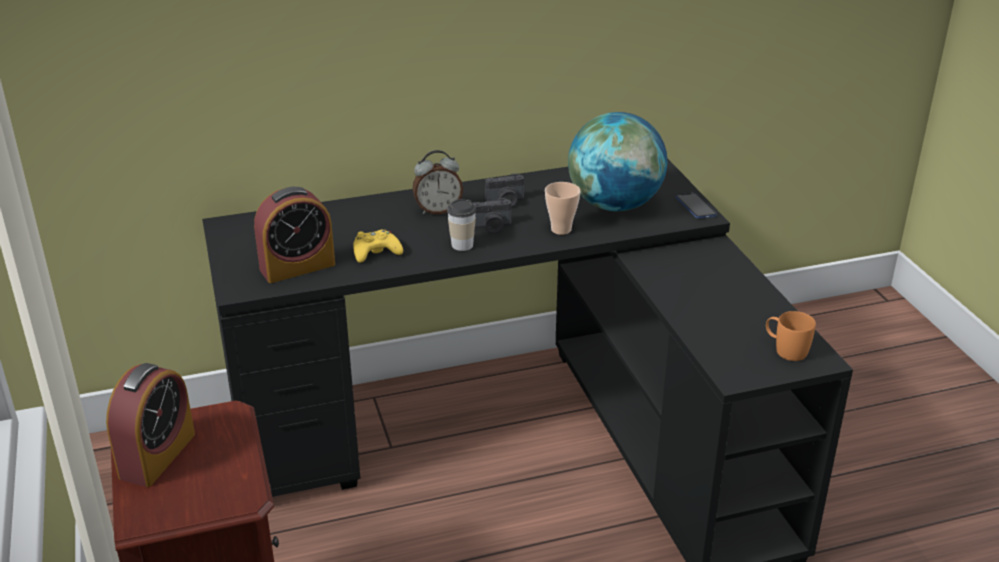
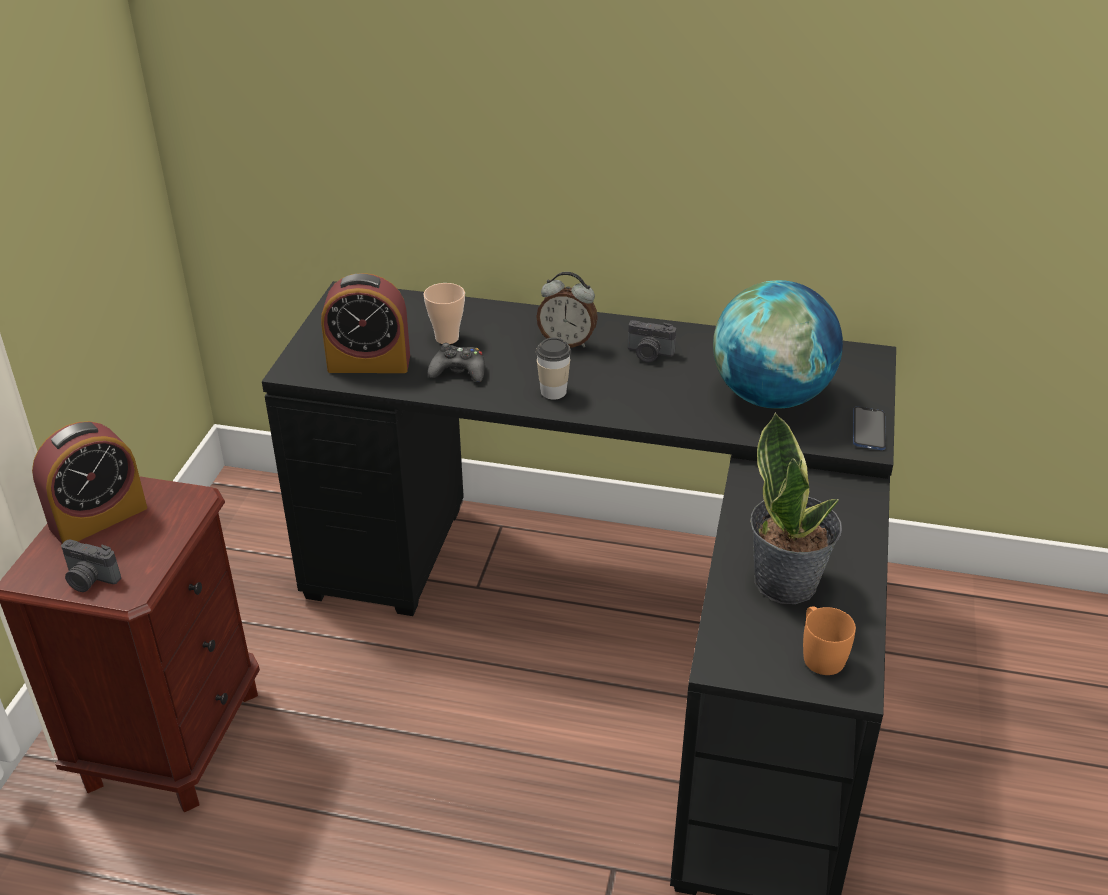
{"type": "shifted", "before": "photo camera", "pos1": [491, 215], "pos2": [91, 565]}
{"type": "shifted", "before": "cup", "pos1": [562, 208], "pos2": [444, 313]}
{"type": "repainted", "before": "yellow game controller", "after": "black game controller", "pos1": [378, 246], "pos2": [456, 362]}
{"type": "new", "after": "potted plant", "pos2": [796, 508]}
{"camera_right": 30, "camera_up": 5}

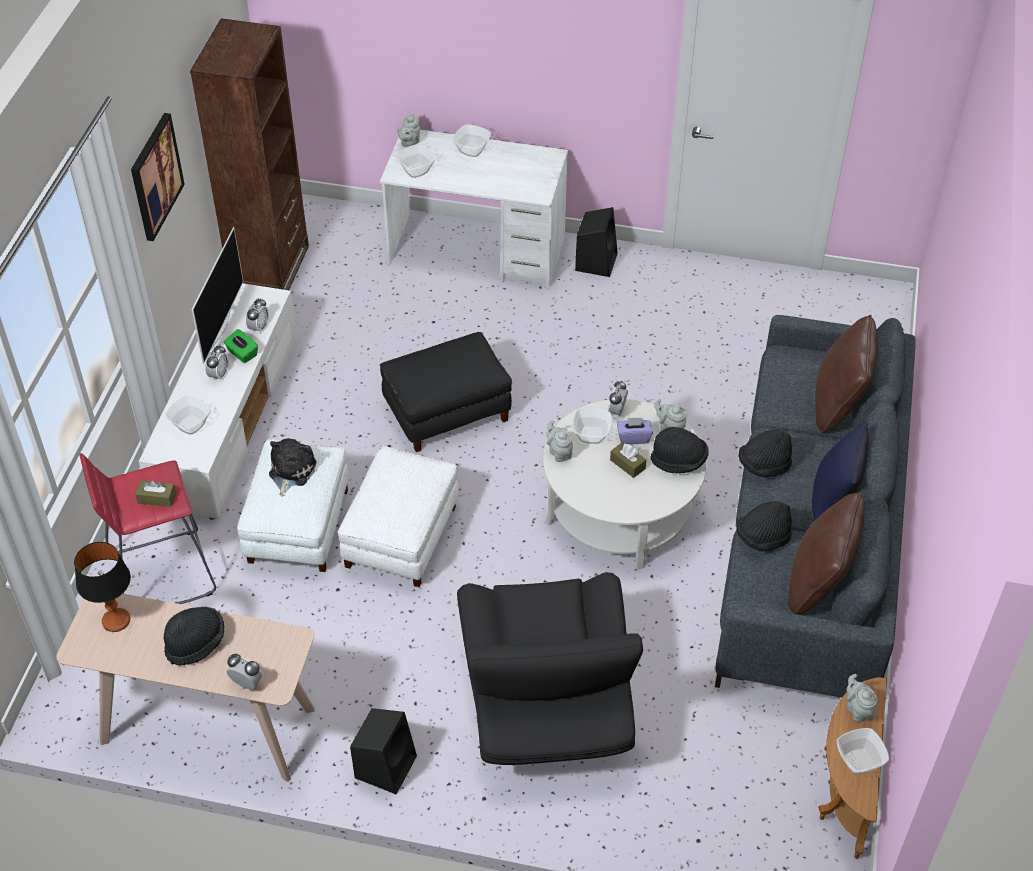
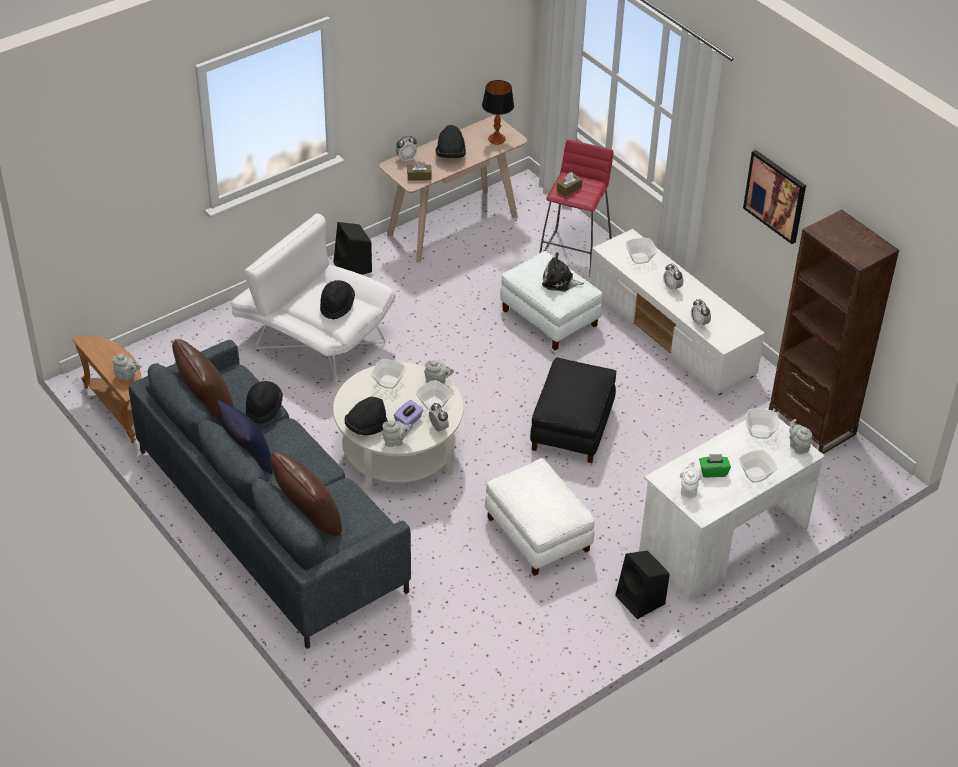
{"type": "repainted", "before": "black armchair", "after": "white armchair", "pos1": [550, 668], "pos2": [313, 299]}
{"type": "shifted", "before": "black hat", "pos1": [765, 453], "pos2": [337, 300]}
{"type": "shifted", "before": "bowl", "pos1": [863, 751], "pos2": [388, 374]}
{"type": "shifted", "before": "brown tissue box", "pos1": [628, 460], "pos2": [419, 171]}
{"type": "shifted", "before": "white ottoman", "pos1": [398, 516], "pos2": [540, 517]}
{"type": "rotated", "before": "plush toy", "pos1": [293, 467], "pos2": [563, 272], "turn": 135}
{"type": "new", "after": "white teapot", "pos2": [690, 479]}
{"type": "shifted", "before": "green tissue box", "pos1": [241, 346], "pos2": [715, 466]}
{"type": "gone", "before": "television", "pos1": [218, 295]}
{"camera_right": 130, "camera_up": -5}

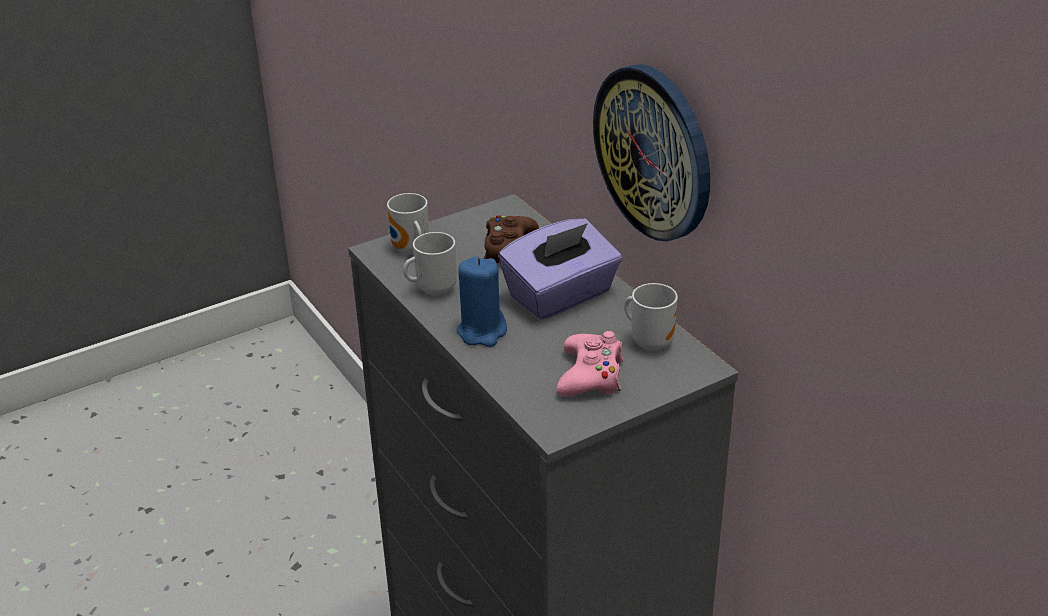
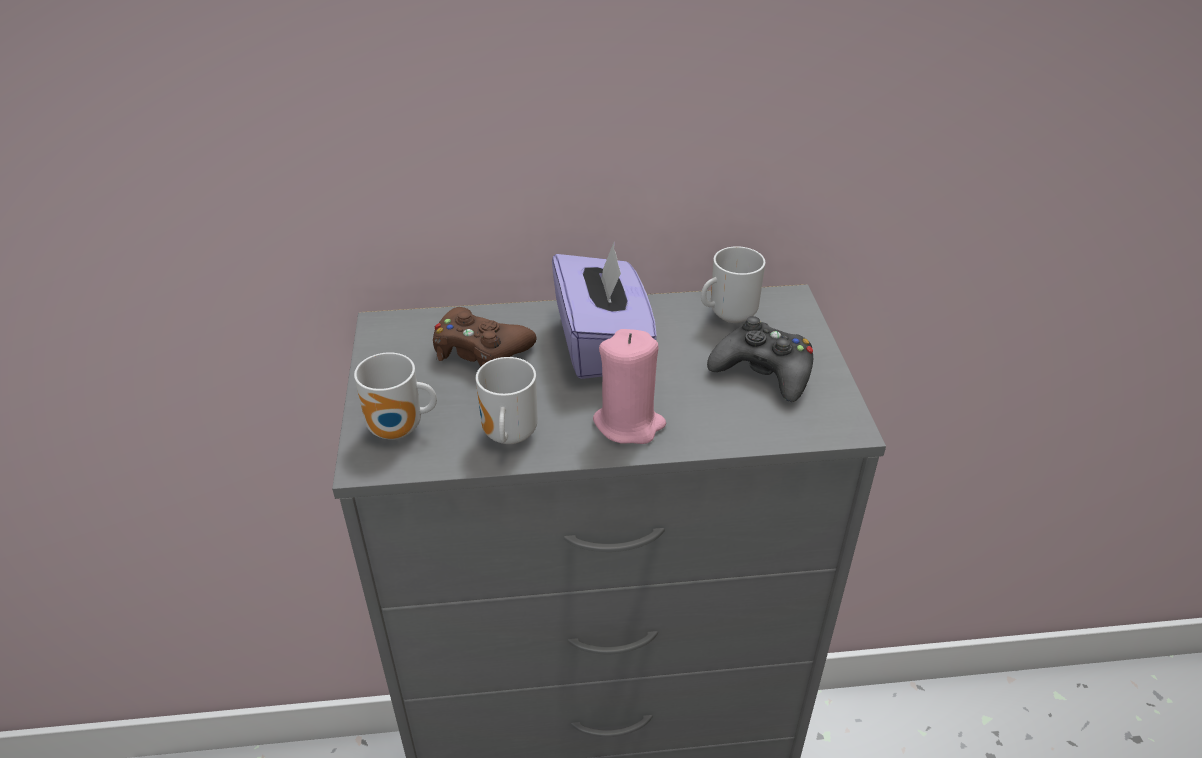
{"type": "repainted", "before": "blue candle", "after": "pink candle", "pos1": [482, 302], "pos2": [629, 386]}
{"type": "repainted", "before": "pink game controller", "after": "black game controller", "pos1": [590, 363], "pos2": [760, 359]}
{"type": "gone", "before": "wall clock", "pos1": [651, 152]}
{"camera_right": -65, "camera_up": 5}

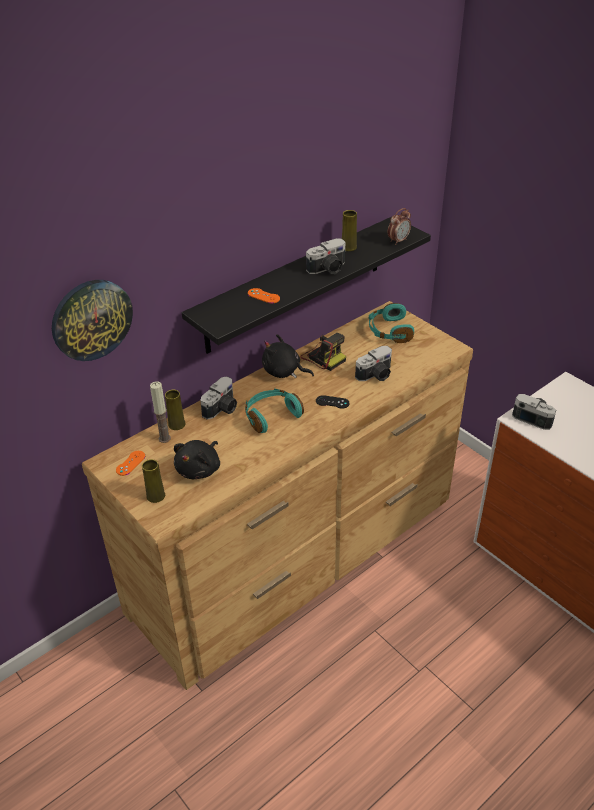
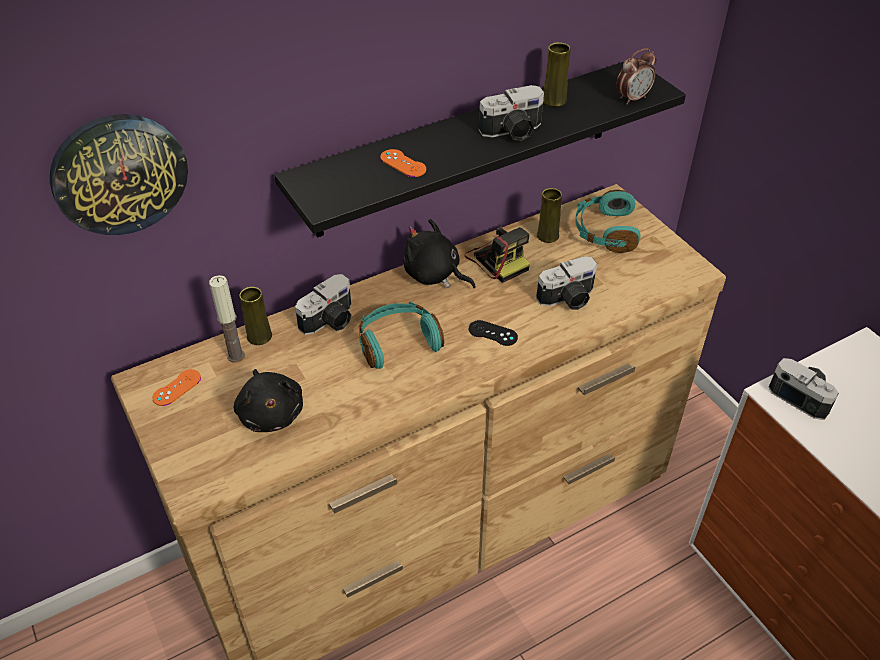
{"type": "rotated", "before": "black plush toy", "pos1": [197, 459], "pos2": [268, 400], "turn": -60}
{"type": "shifted", "before": "yellow vase", "pos1": [153, 481], "pos2": [549, 215]}
{"camera_right": 10, "camera_up": 5}

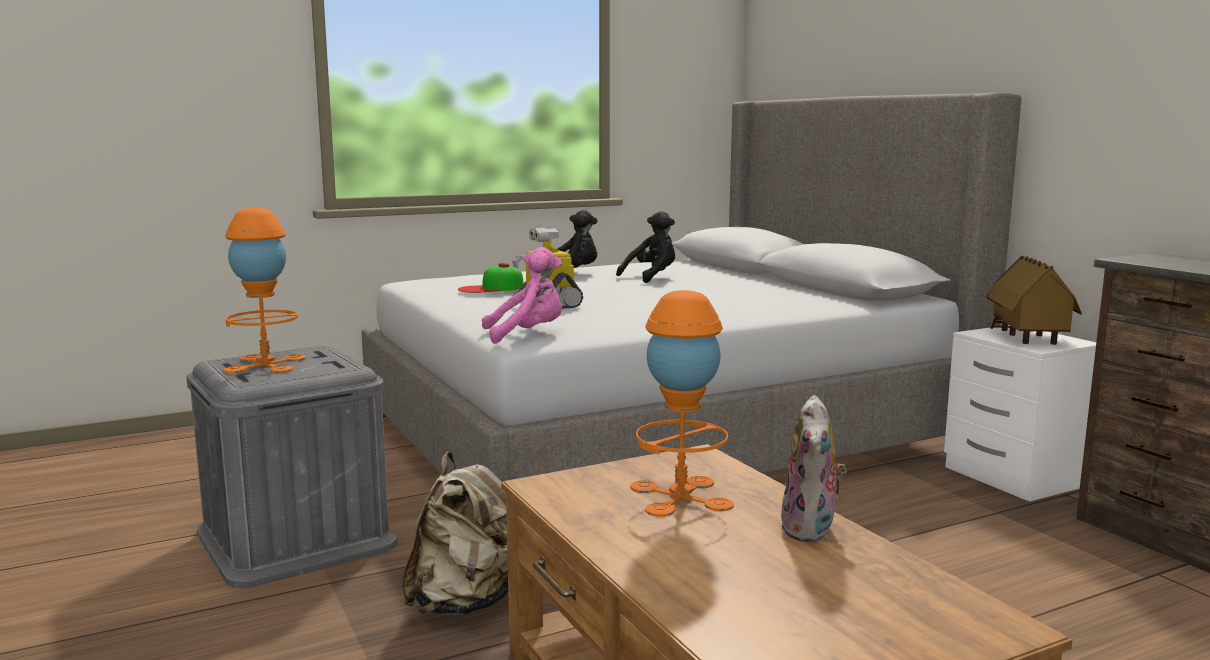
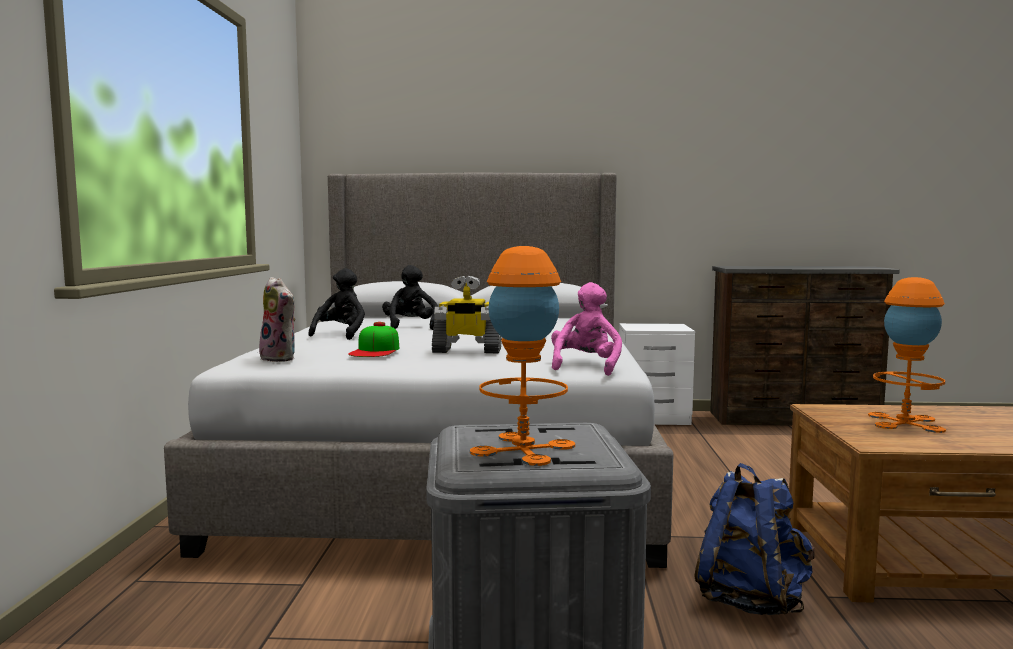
{"type": "shifted", "before": "plush toy", "pos1": [813, 469], "pos2": [277, 319]}
{"type": "repainted", "before": "beige backpack", "after": "blue backpack", "pos1": [454, 534], "pos2": [754, 539]}
{"type": "gone", "before": "toy house", "pos1": [1034, 300]}
{"camera_right": -60, "camera_up": -5}

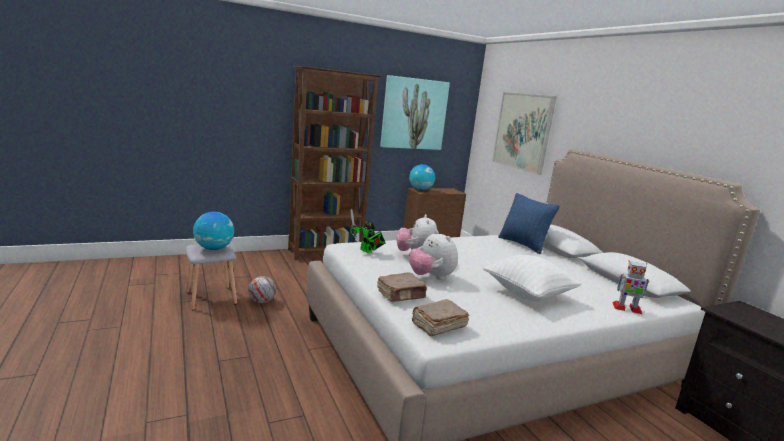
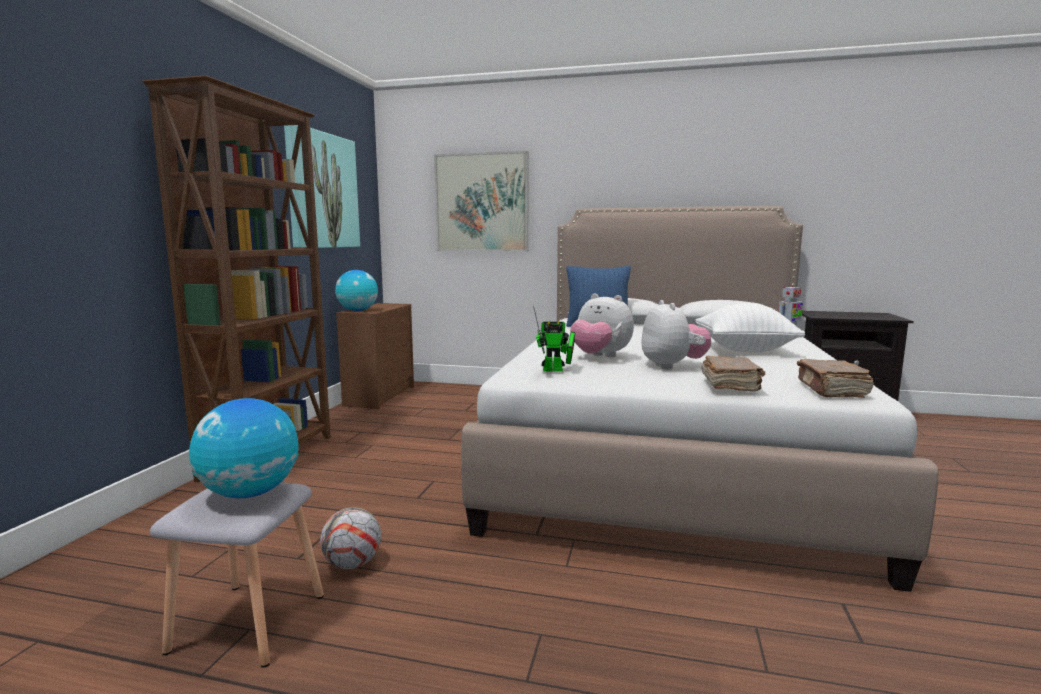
{"type": "rotated", "before": "plush toy", "pos1": [433, 255], "pos2": [676, 335], "turn": -105}
{"camera_right": -50, "camera_up": -5}

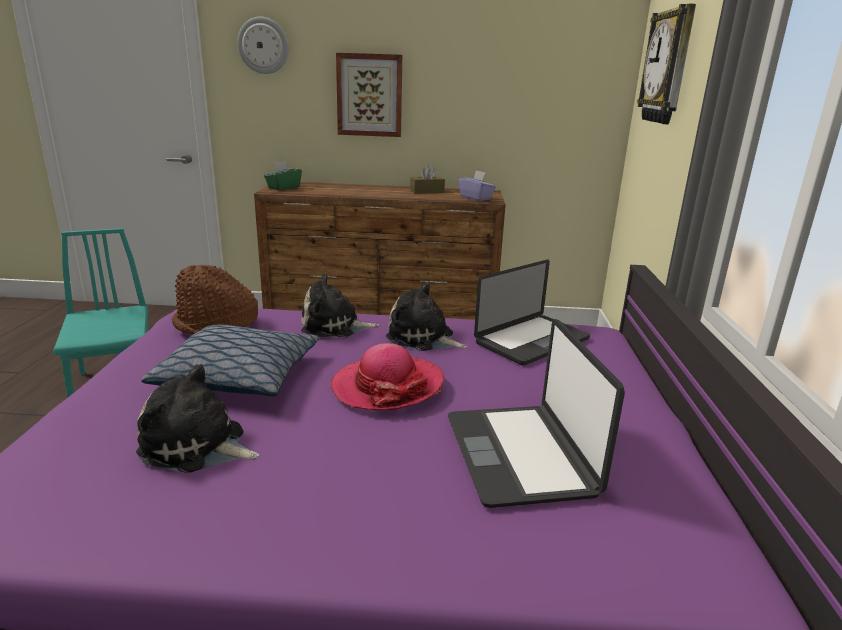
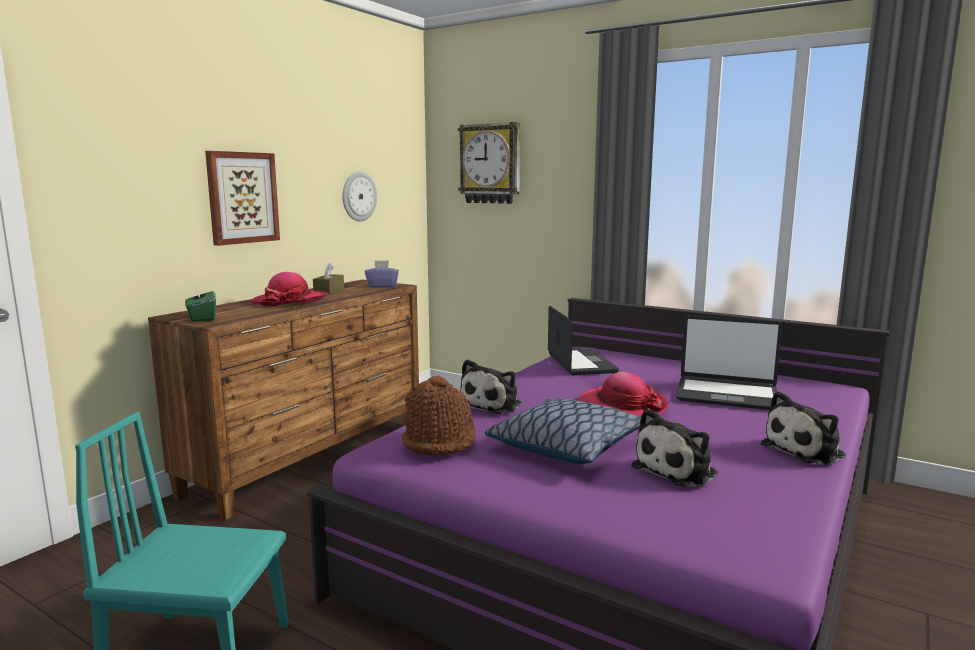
{"type": "new", "after": "hat", "pos2": [289, 289]}
{"type": "shifted", "before": "wall clock", "pos1": [263, 45], "pos2": [360, 196]}
{"type": "shifted", "before": "plush toy", "pos1": [426, 316], "pos2": [803, 428]}
{"camera_right": -60, "camera_up": -10}

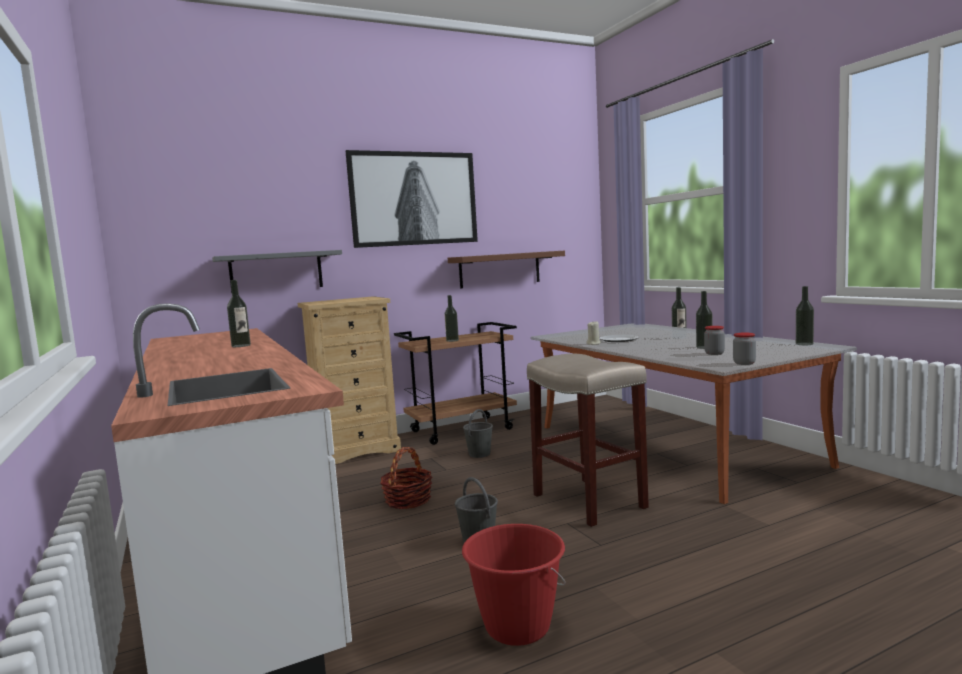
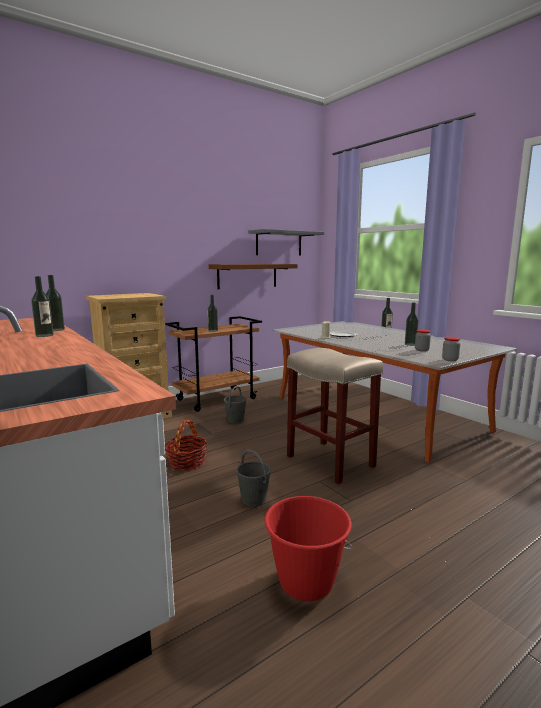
{"type": "shifted", "before": "bottle", "pos1": [805, 315], "pos2": [55, 303]}
{"type": "shifted", "before": "grey shelf", "pos1": [277, 271], "pos2": [286, 242]}
{"type": "gone", "before": "picture", "pos1": [412, 199]}
{"camera_right": -10, "camera_up": 5}

